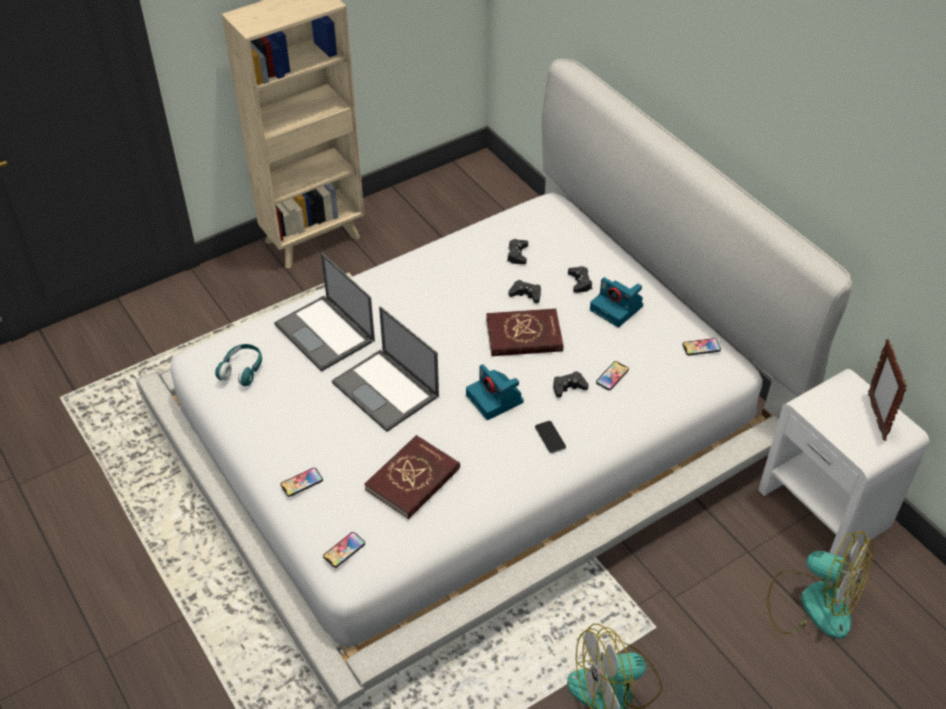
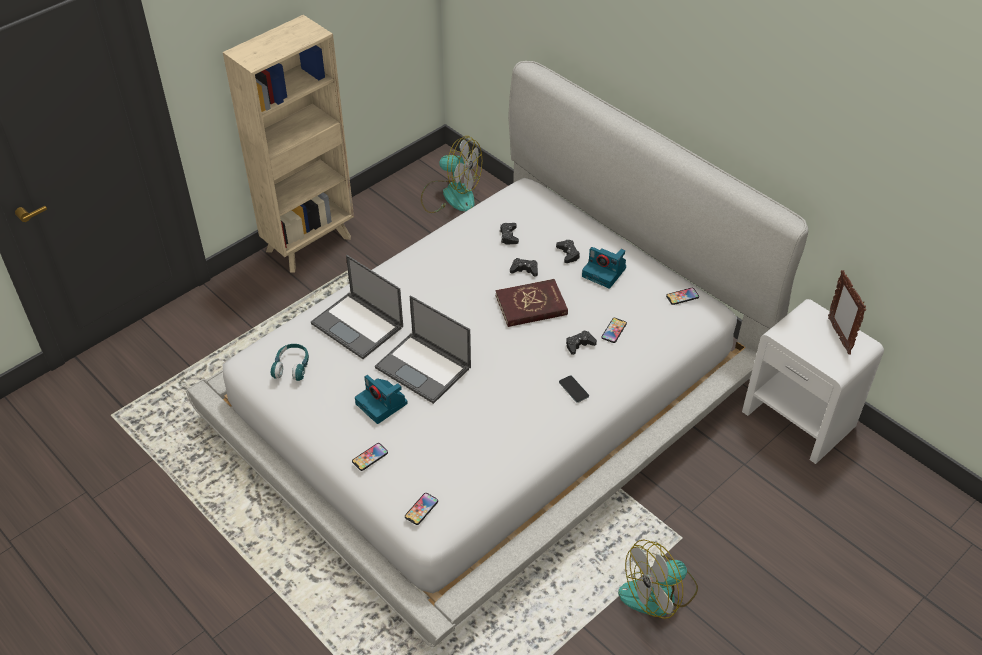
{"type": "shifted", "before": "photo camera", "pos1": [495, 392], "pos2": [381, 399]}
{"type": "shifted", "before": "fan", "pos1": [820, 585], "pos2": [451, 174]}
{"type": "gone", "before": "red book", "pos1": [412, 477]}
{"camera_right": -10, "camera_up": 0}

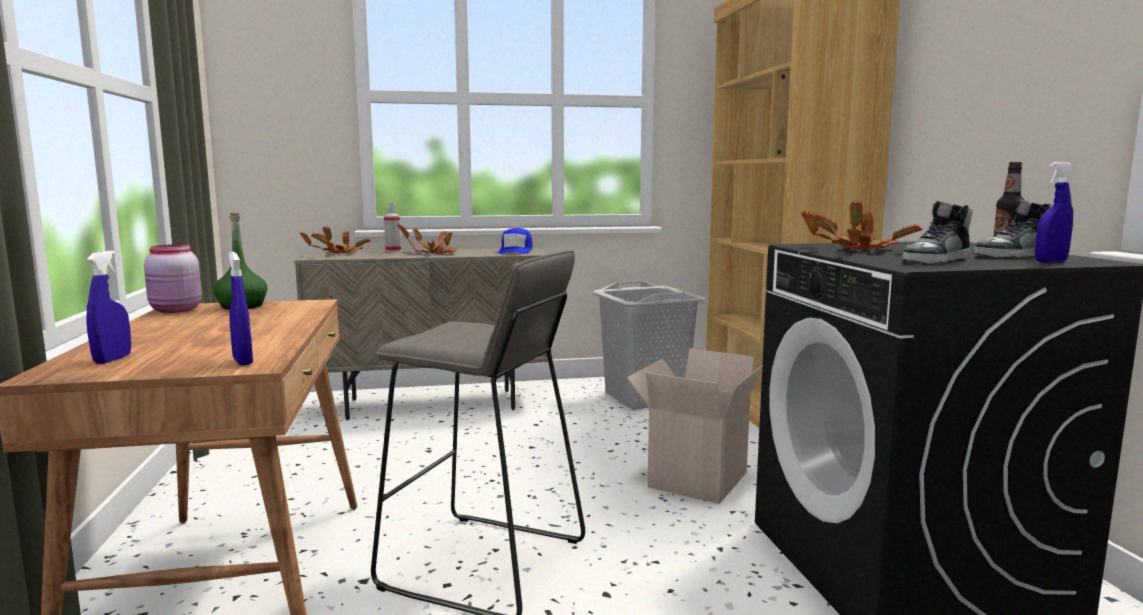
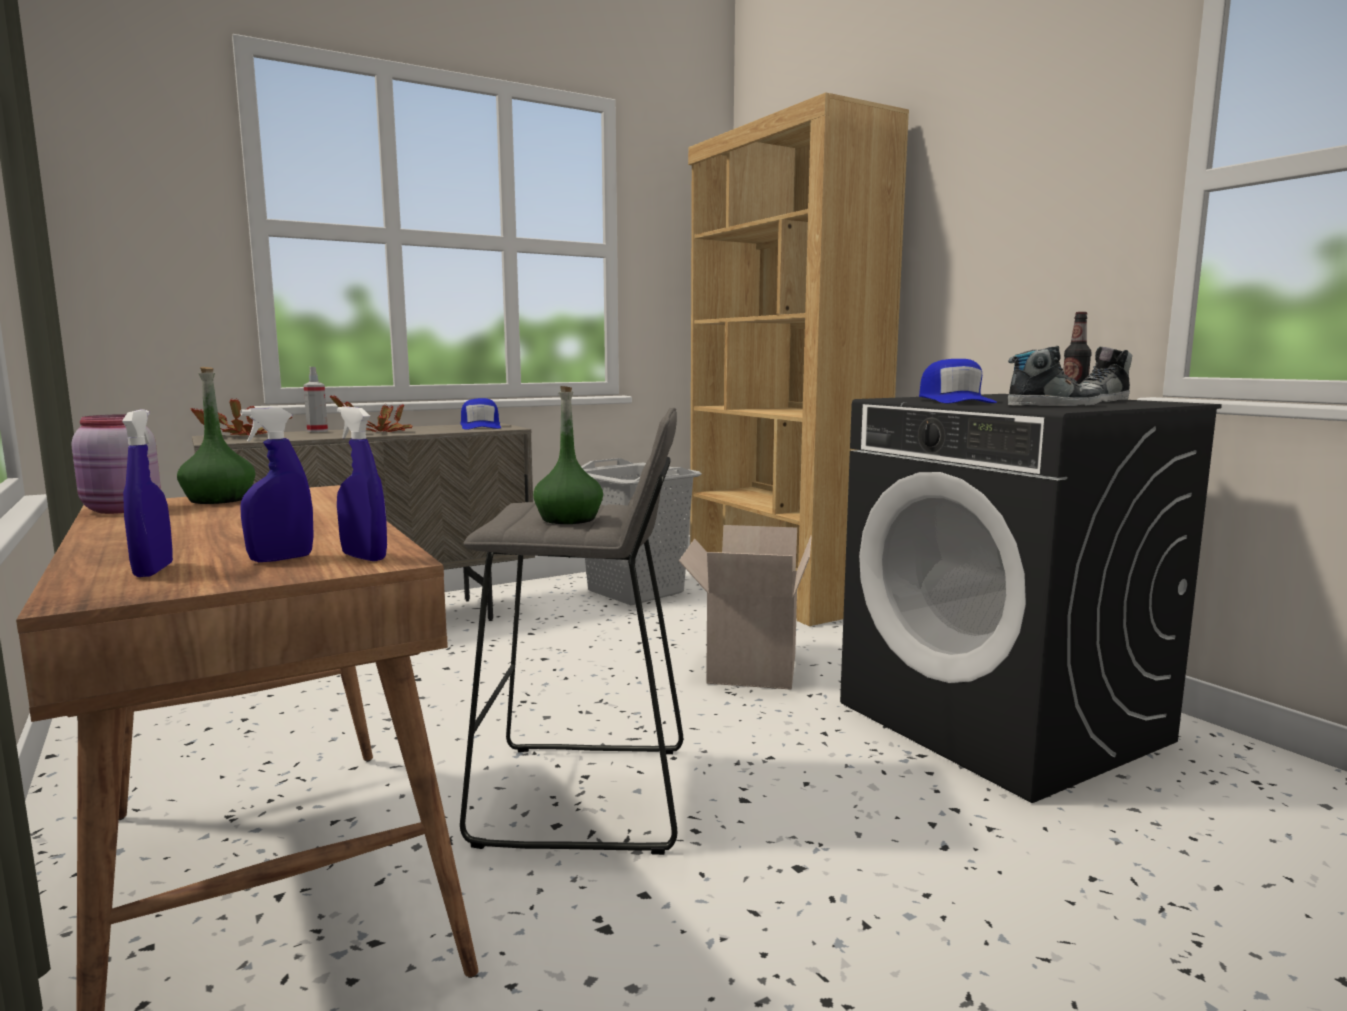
{"type": "shifted", "before": "blue spray bottle", "pos1": [1054, 212], "pos2": [277, 485]}
{"type": "new", "after": "green bottle", "pos2": [568, 455]}
{"type": "swapped", "before": "potted plant", "after": "blue cap", "pos1": [862, 225], "pos2": [958, 381]}
{"type": "rotated", "before": "shoe", "pos1": [938, 232], "pos2": [1054, 376], "turn": -135}
{"camera_right": -20, "camera_up": 0}

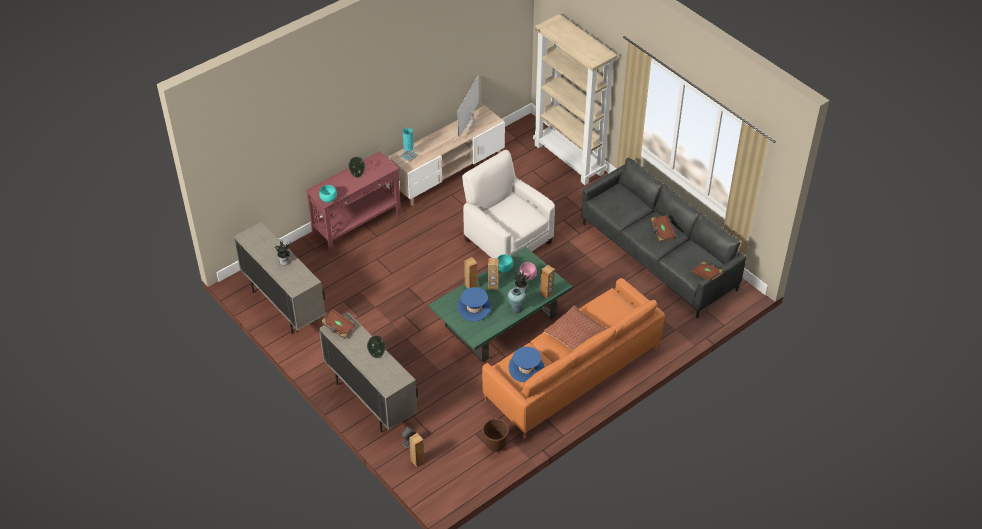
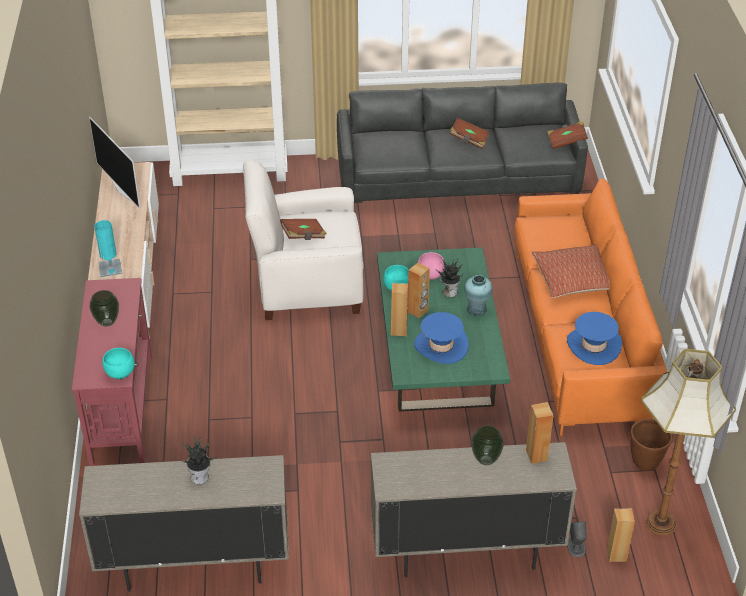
{"type": "shifted", "before": "brown book", "pos1": [339, 324], "pos2": [303, 229]}
{"type": "shifted", "before": "brown speaker", "pos1": [547, 282], "pos2": [539, 433]}
{"type": "new", "after": "floor lamp", "pos2": [688, 442]}
{"camera_right": -55, "camera_up": -5}

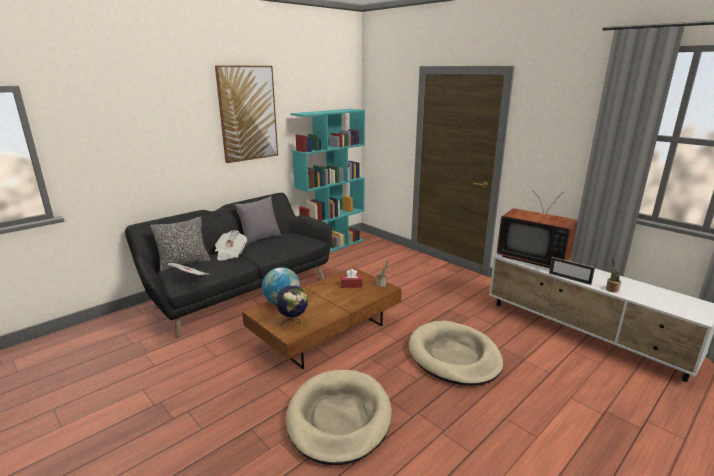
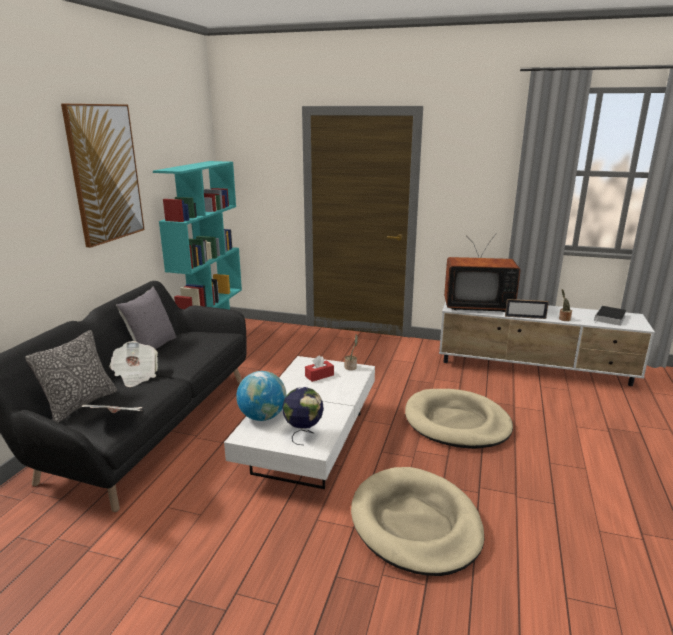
{"type": "repainted", "before": "brown coffee table", "after": "white coffee table", "pos1": [322, 318], "pos2": [299, 422]}
{"type": "new", "after": "book", "pos2": [610, 316]}
{"camera_right": -30, "camera_up": 0}

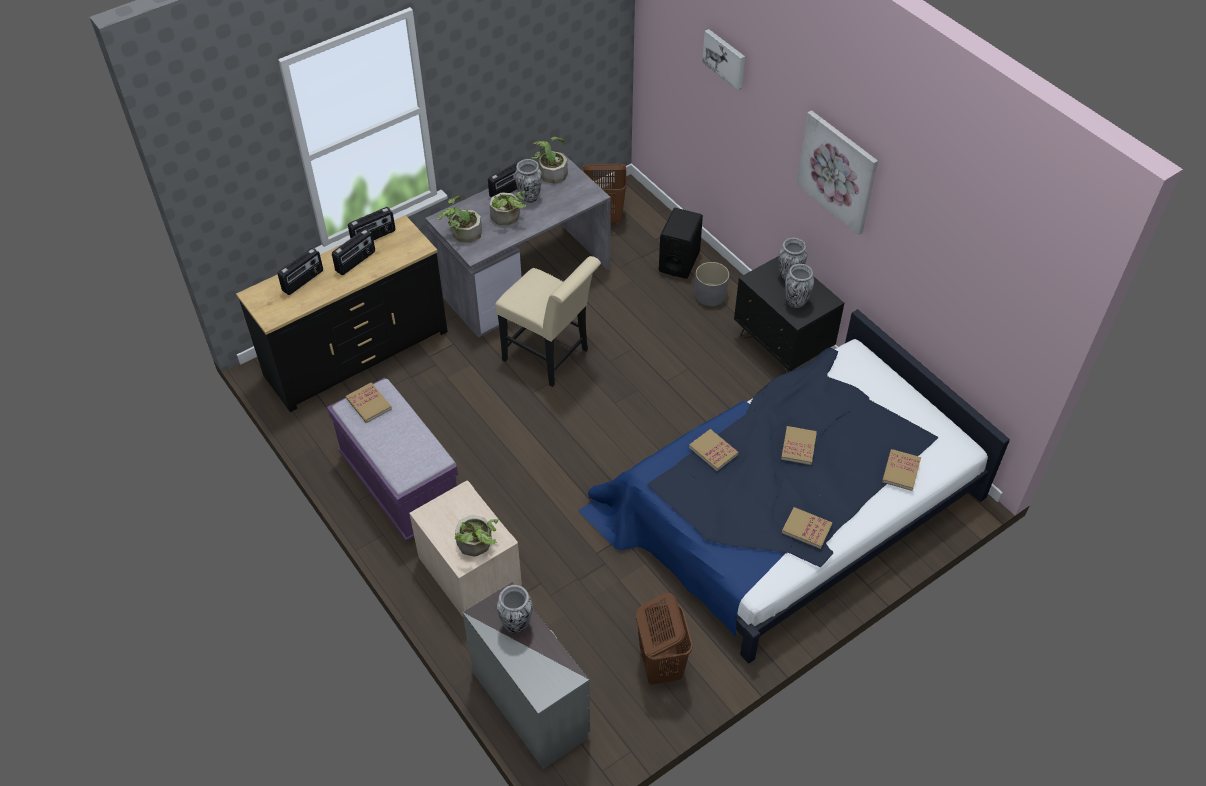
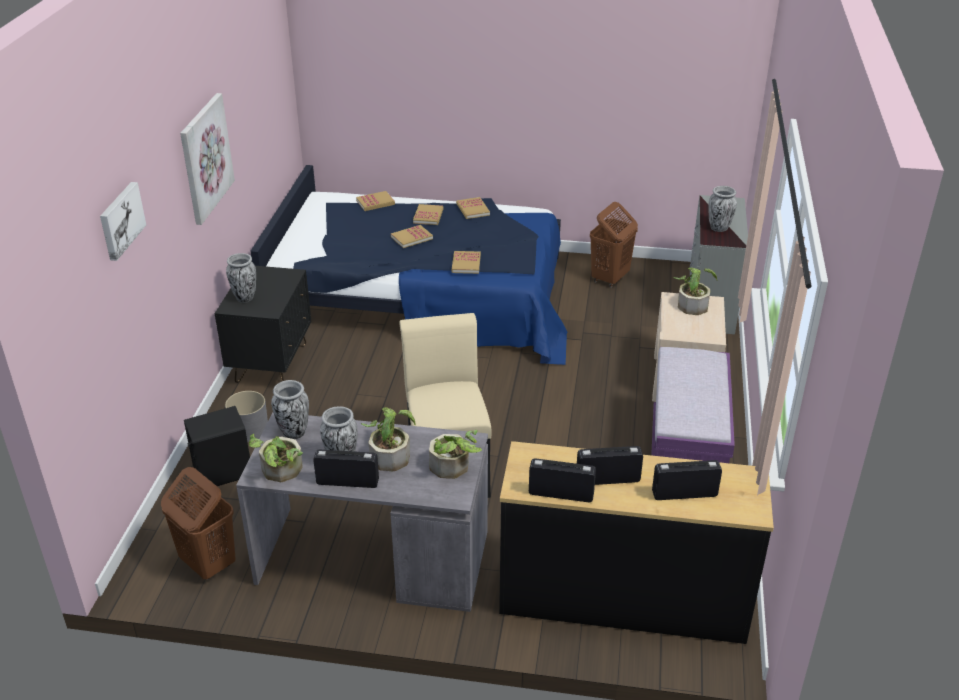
{"type": "shifted", "before": "vase", "pos1": [799, 286], "pos2": [290, 409]}
{"type": "shifted", "before": "book", "pos1": [369, 402], "pos2": [428, 214]}
{"camera_right": -135, "camera_up": -15}

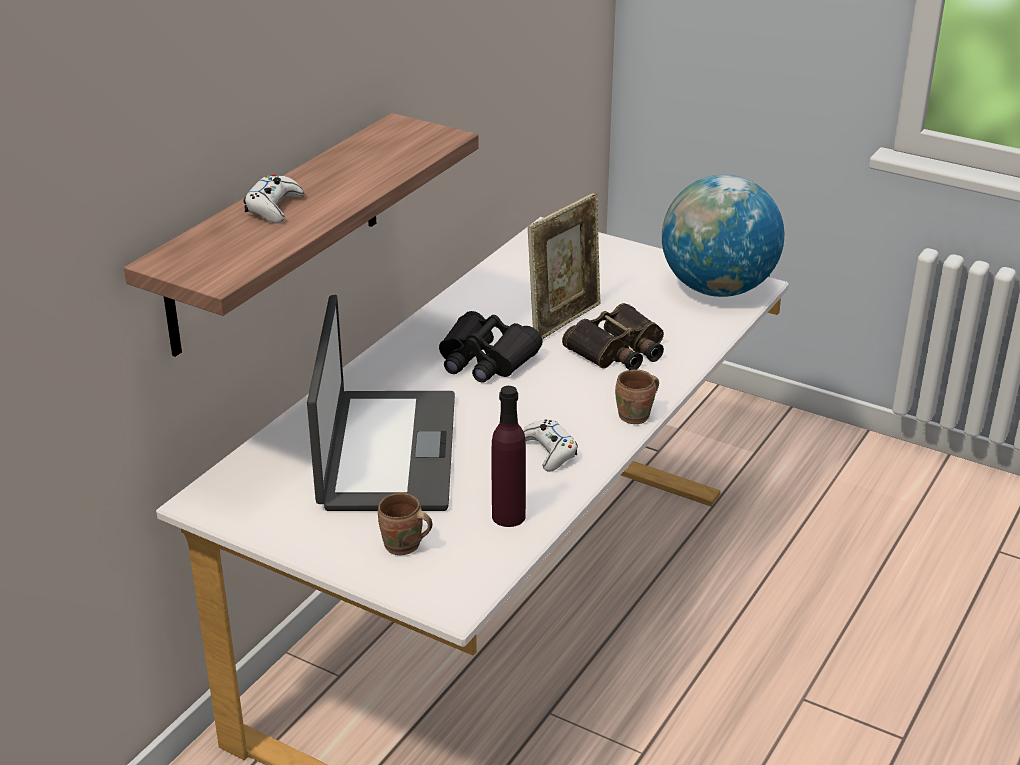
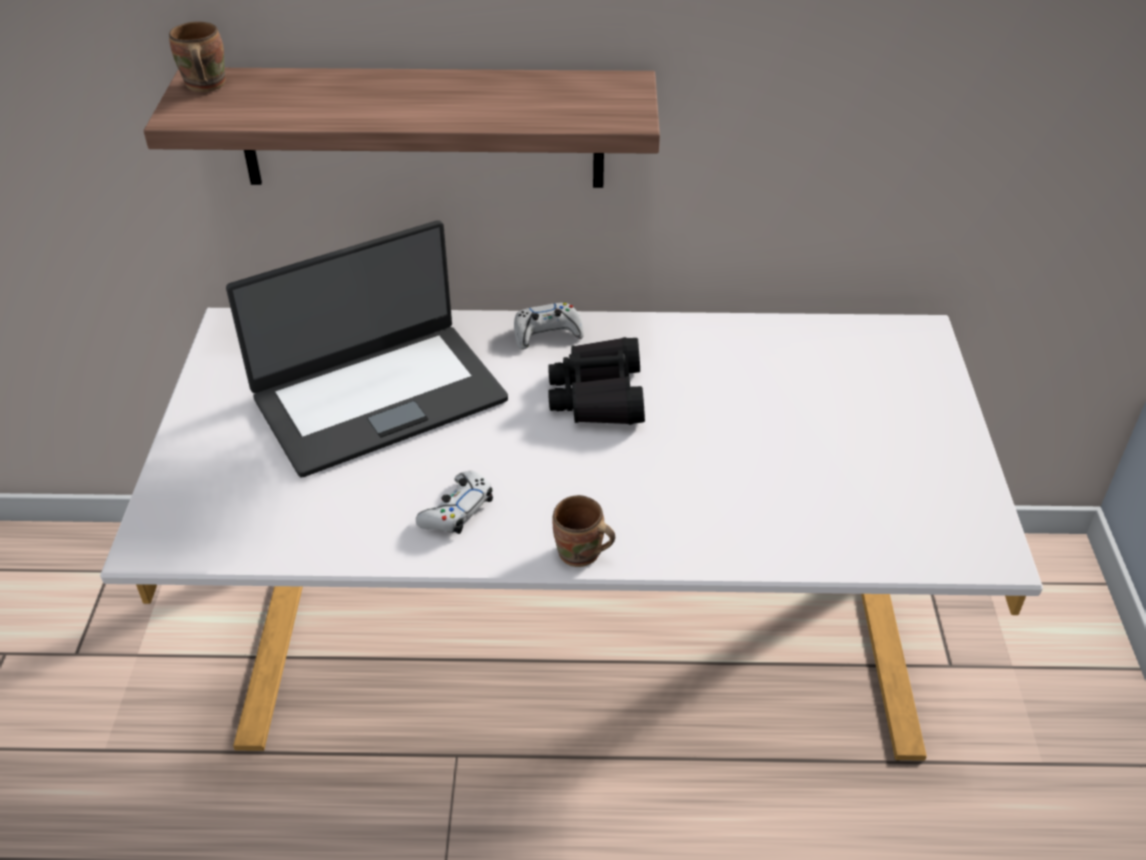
{"type": "shifted", "before": "brown mug", "pos1": [405, 524], "pos2": [197, 56]}
{"type": "shifted", "before": "white game controller", "pos1": [273, 199], "pos2": [549, 326]}
{"type": "gone", "before": "purple bottle", "pos1": [508, 456]}
{"type": "gone", "before": "picture frame", "pos1": [564, 266]}
{"type": "gone", "before": "binoculars", "pos1": [613, 336]}
{"type": "gone", "before": "globe", "pos1": [723, 236]}
{"camera_right": 60, "camera_up": 10}

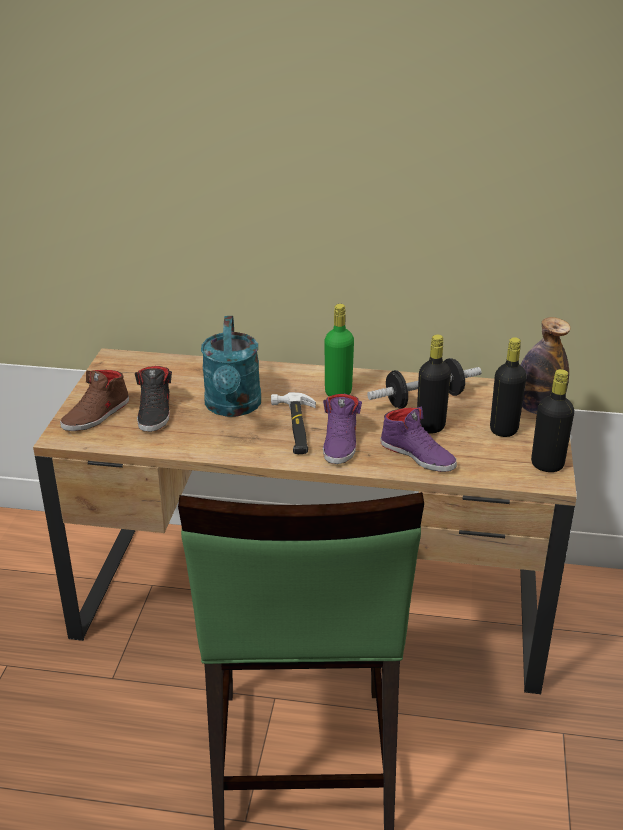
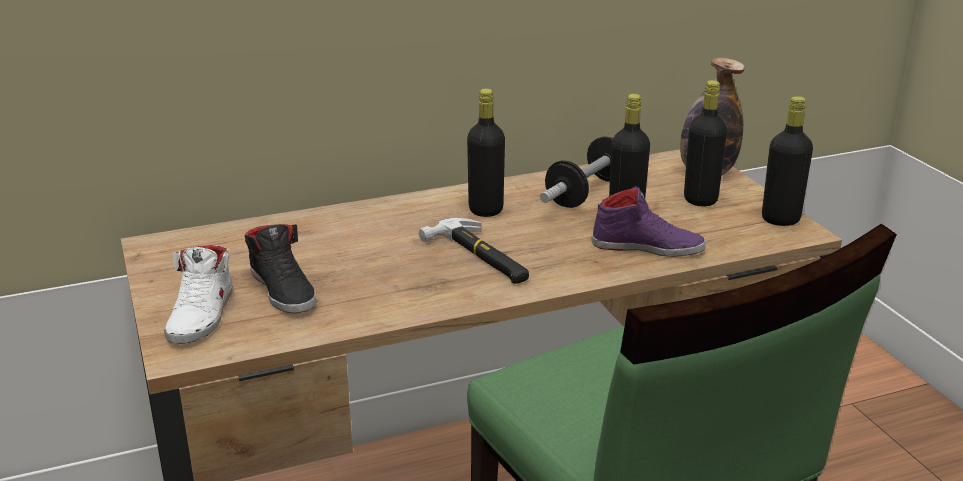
{"type": "repainted", "before": "brown shoe", "after": "white shoe", "pos1": [94, 400], "pos2": [198, 294]}
{"type": "repainted", "before": "green bottle", "after": "black bottle", "pos1": [339, 350], "pos2": [486, 153]}
{"type": "gone", "before": "turquoise watering can", "pos1": [231, 366]}
{"type": "gone", "before": "purple shoe", "pos1": [342, 429]}
{"camera_right": -30, "camera_up": -5}

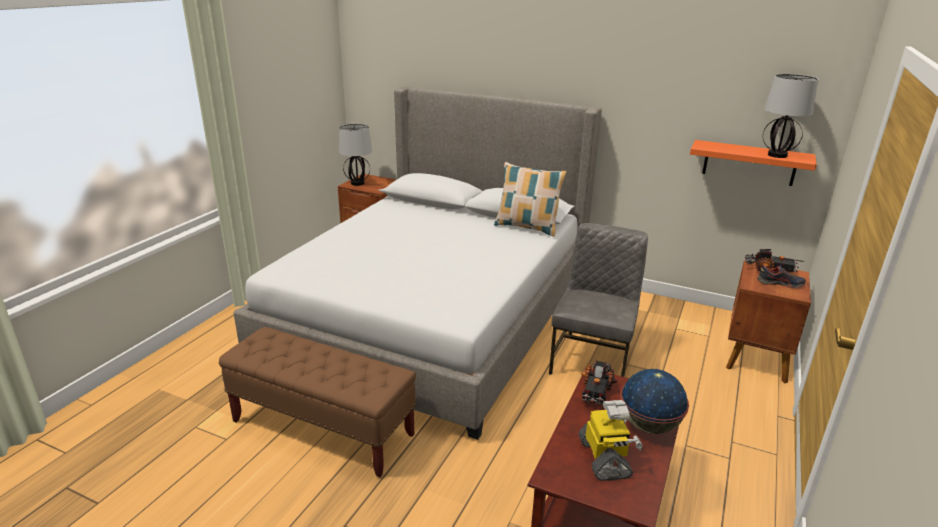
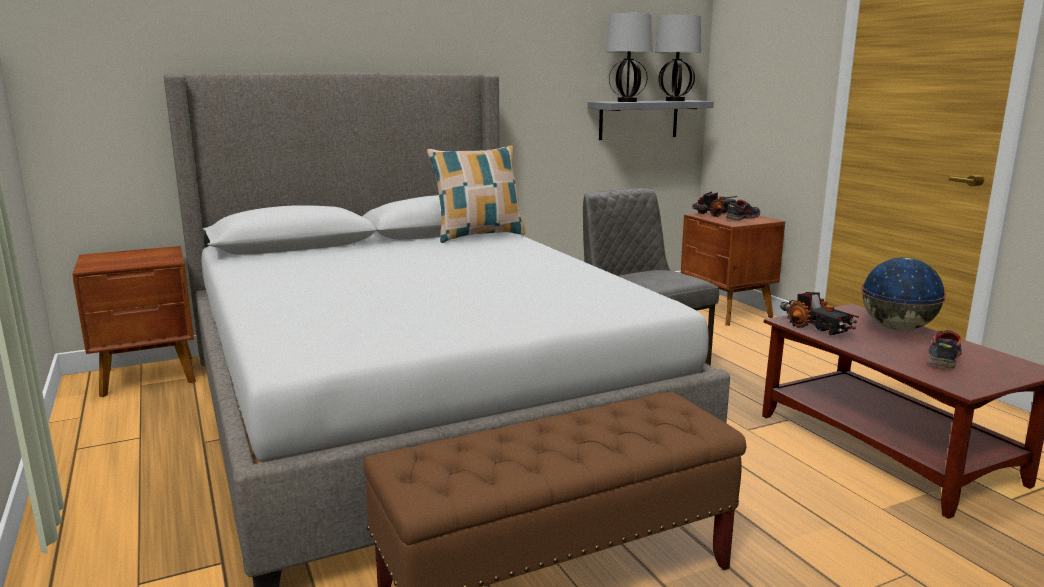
{"type": "repainted", "before": "orange shelf", "after": "grey shelf", "pos1": [753, 163], "pos2": [651, 120]}
{"type": "shifted", "before": "table lamp", "pos1": [355, 155], "pos2": [629, 57]}
{"type": "swapped", "before": "toy robot", "after": "shoe", "pos1": [610, 440], "pos2": [945, 349]}
{"camera_right": -50, "camera_up": -10}

